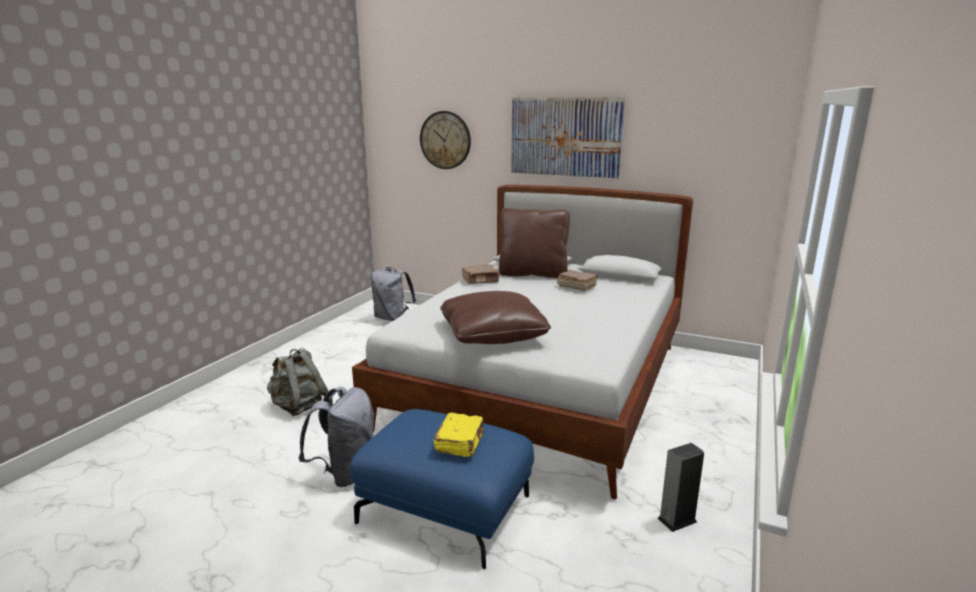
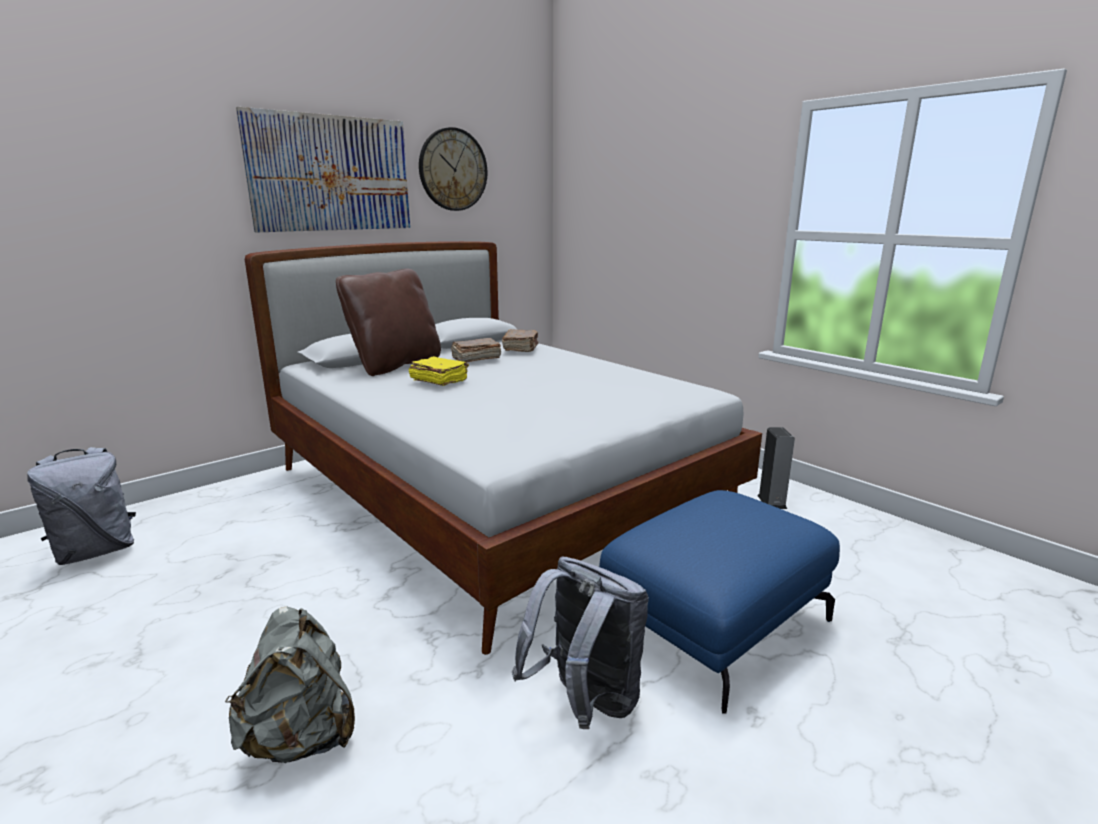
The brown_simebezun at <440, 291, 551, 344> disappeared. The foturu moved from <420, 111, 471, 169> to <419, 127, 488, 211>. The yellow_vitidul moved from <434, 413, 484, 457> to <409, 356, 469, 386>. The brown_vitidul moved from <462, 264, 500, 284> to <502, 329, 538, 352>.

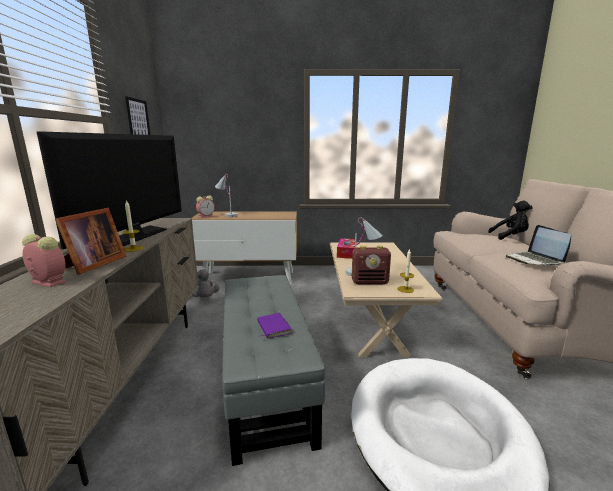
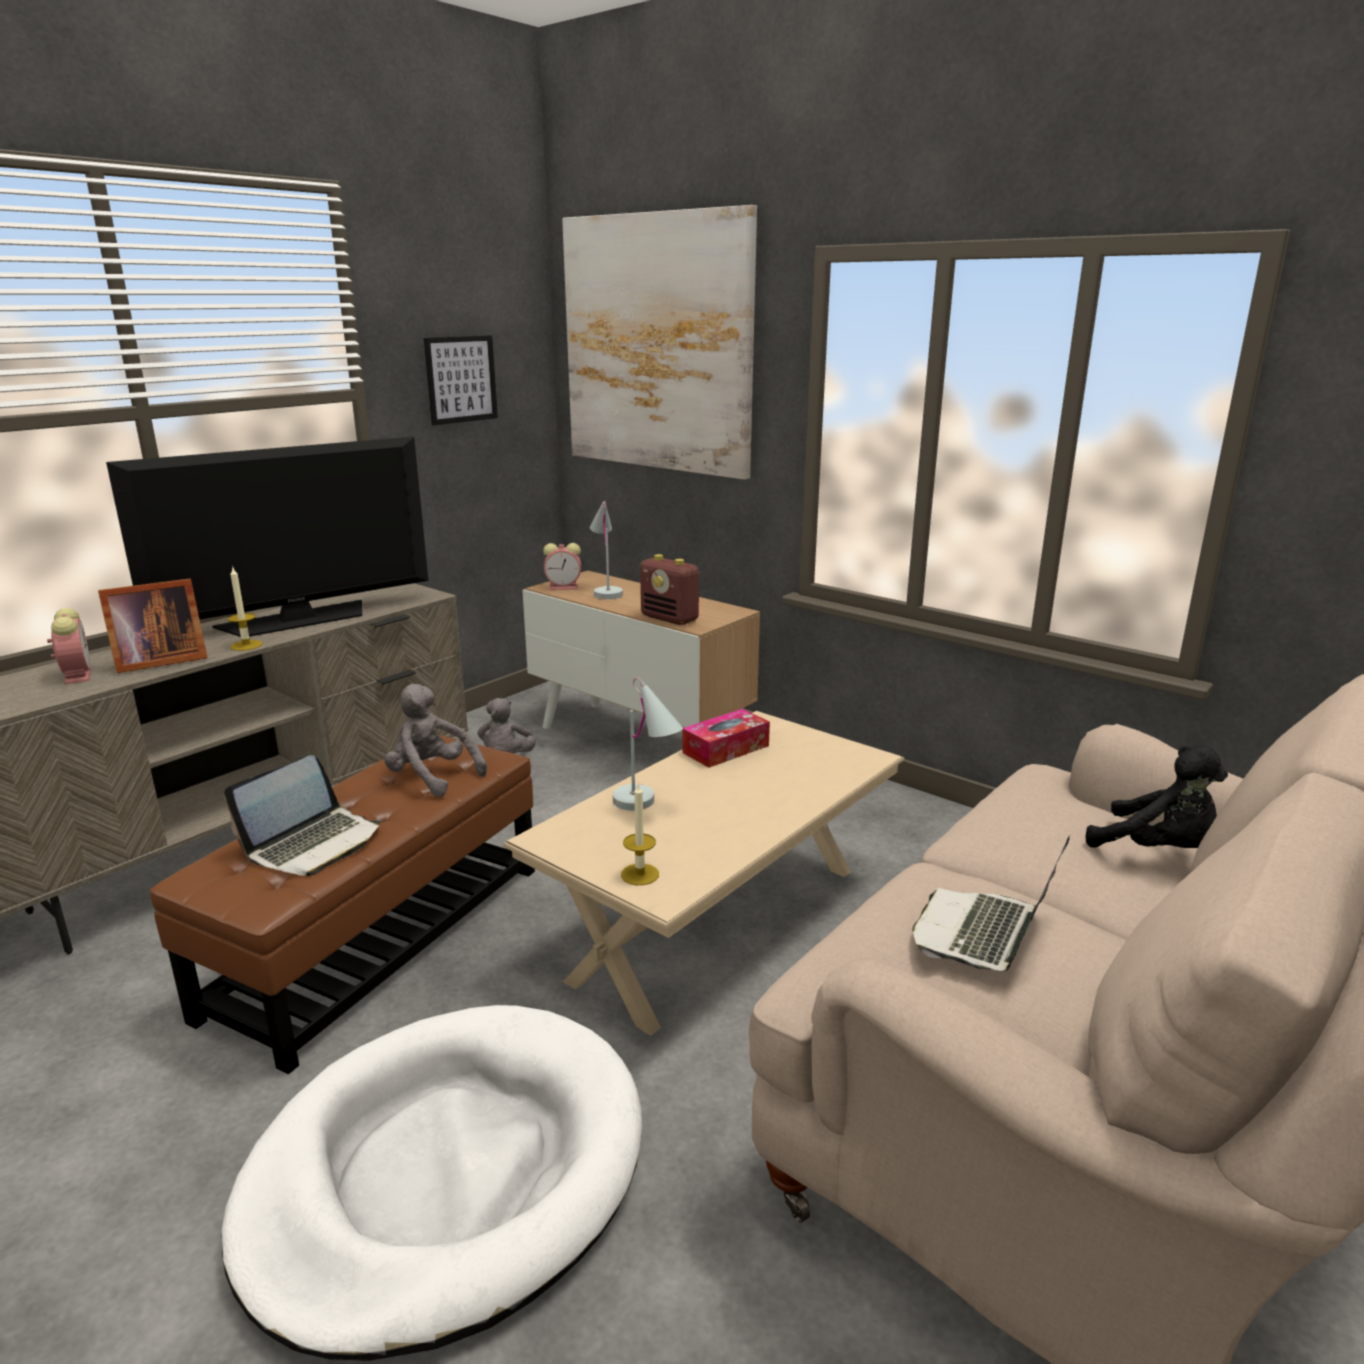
The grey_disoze at <384, 684, 487, 797> appeared. The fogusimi at <562, 205, 757, 480> appeared. The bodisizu moved from <352, 245, 391, 285> to <640, 554, 700, 625>. The purple_vitidul at <257, 313, 292, 339> was replaced by the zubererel at <224, 755, 381, 876>. The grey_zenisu at <222, 275, 325, 466> became the brown_zenisu at <150, 734, 535, 1074>.

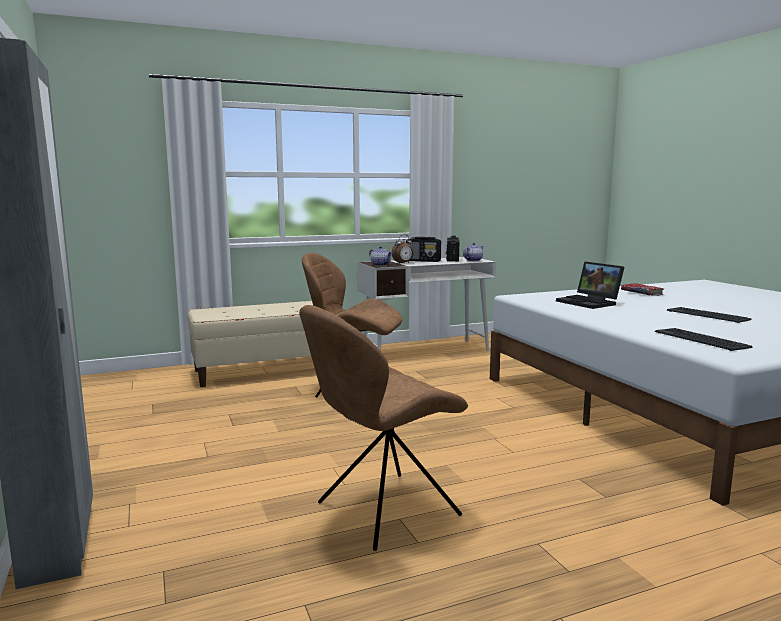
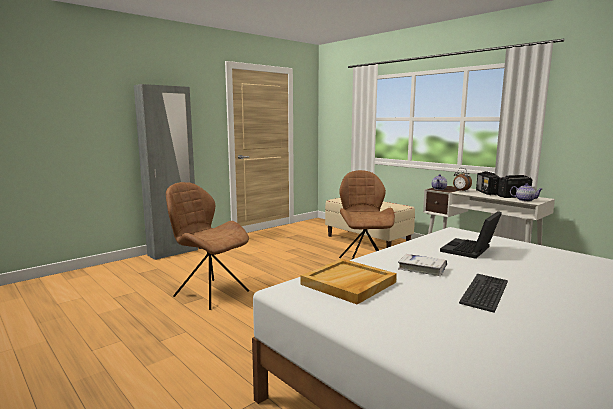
The red_vitidul at <621, 283, 664, 296> disappeared. The white_vitidul at <398, 254, 447, 276> appeared. The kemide at <655, 328, 752, 351> was replaced by the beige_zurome at <300, 259, 397, 305>.

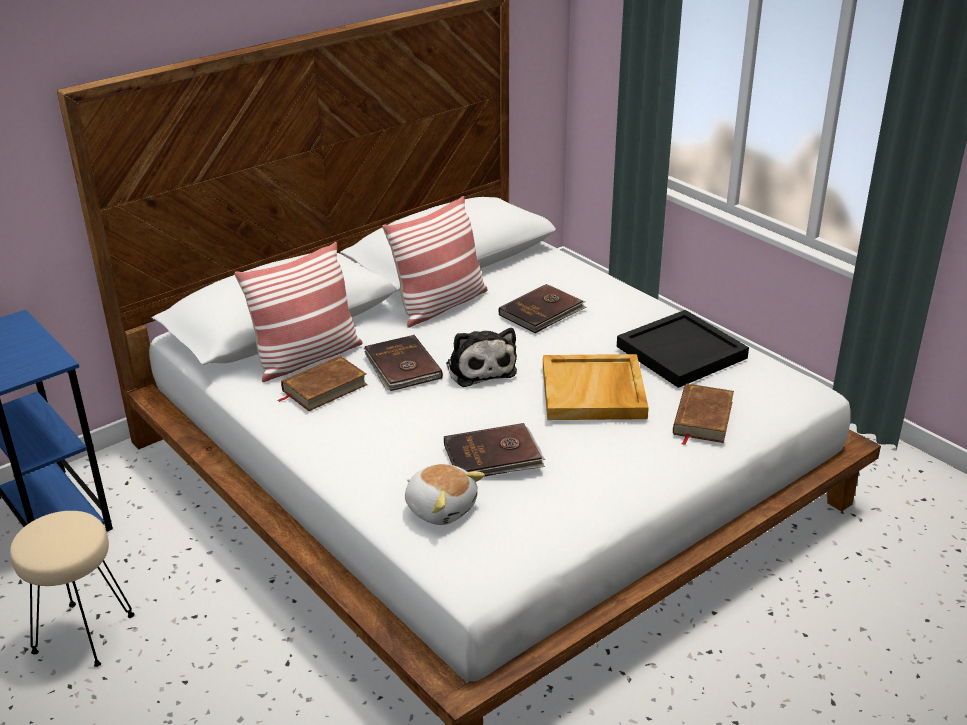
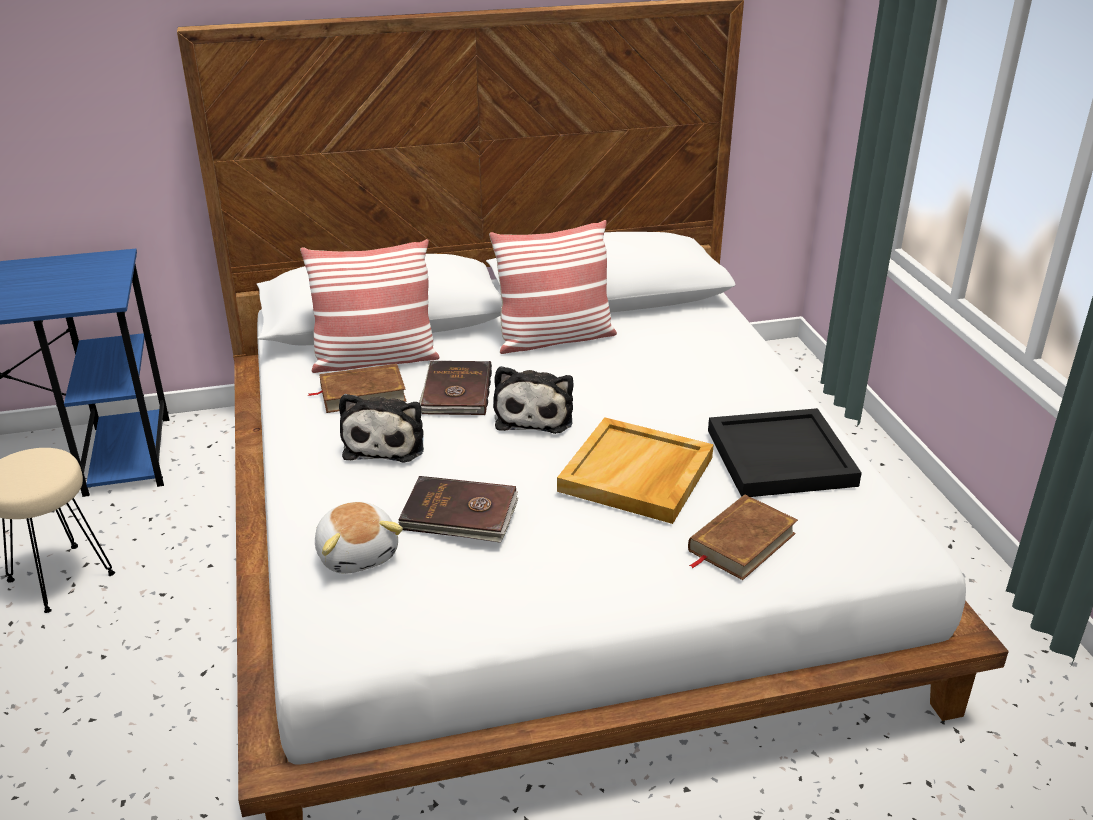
The brown_vitidul at <499, 284, 587, 333> disappeared. The disoze at <339, 394, 424, 463> appeared.

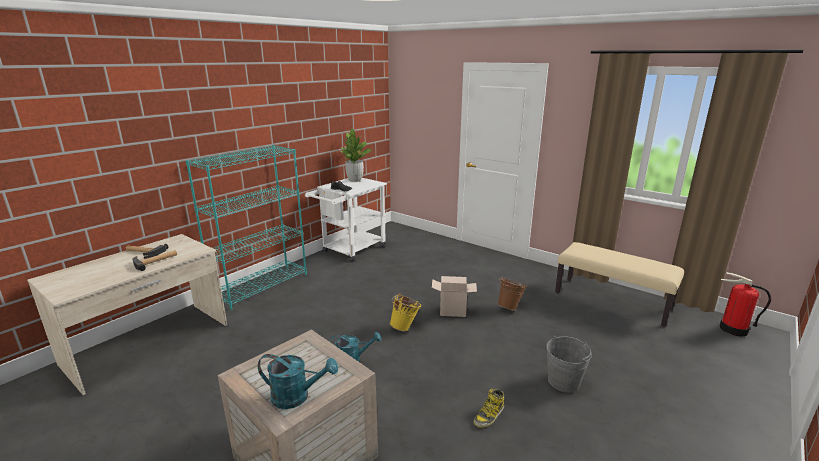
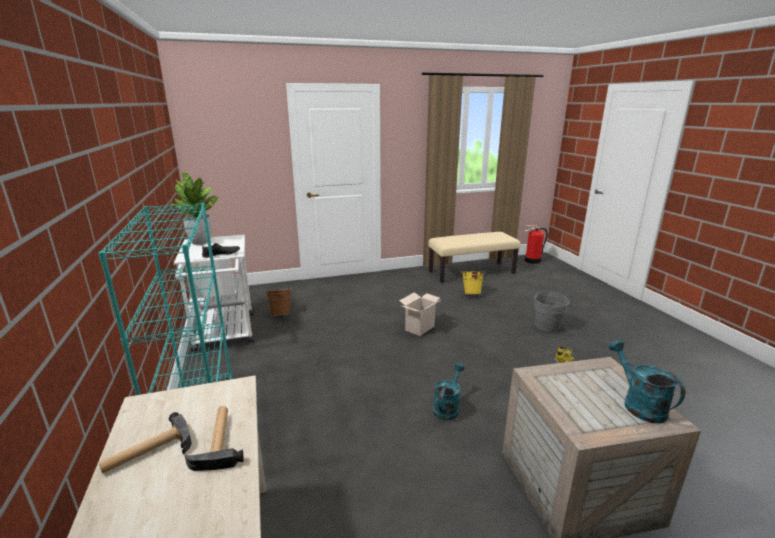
The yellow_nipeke moved from <390, 293, 421, 332> to <461, 270, 485, 294>. The brown_nipeke moved from <498, 277, 527, 310> to <265, 288, 292, 316>. The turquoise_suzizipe at <258, 354, 338, 409> turned 60 degrees counterclockwise.

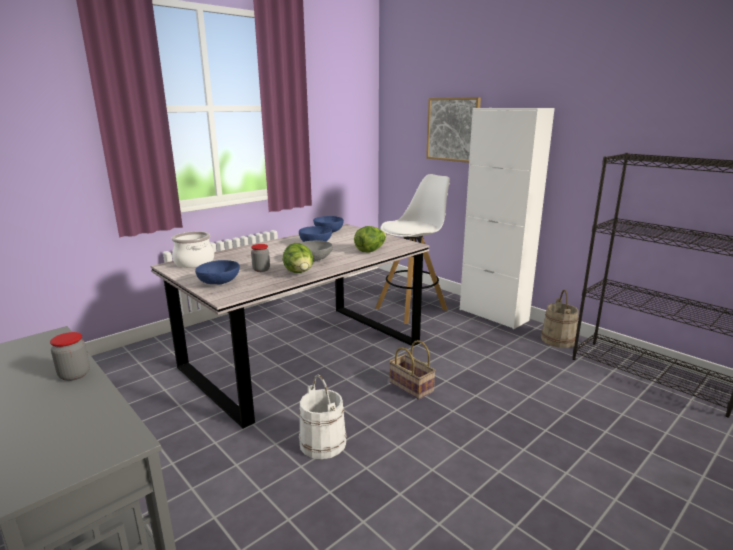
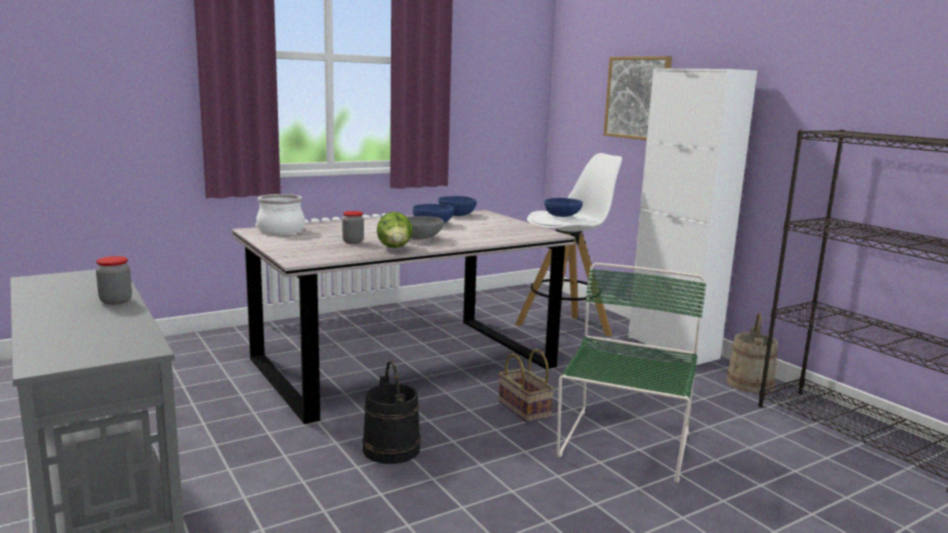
The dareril at <354, 226, 386, 253> disappeared. The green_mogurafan at <557, 263, 706, 483> appeared. The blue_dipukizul moved from <195, 260, 240, 284> to <544, 198, 583, 217>. The white_nipeke at <299, 375, 347, 459> became the black_nipeke at <362, 360, 421, 464>.

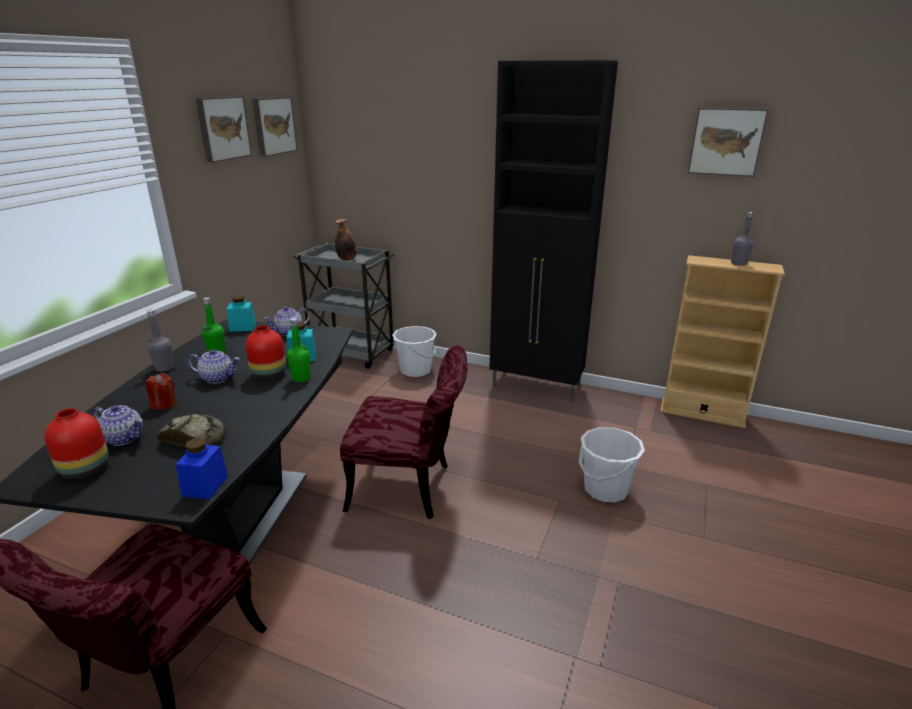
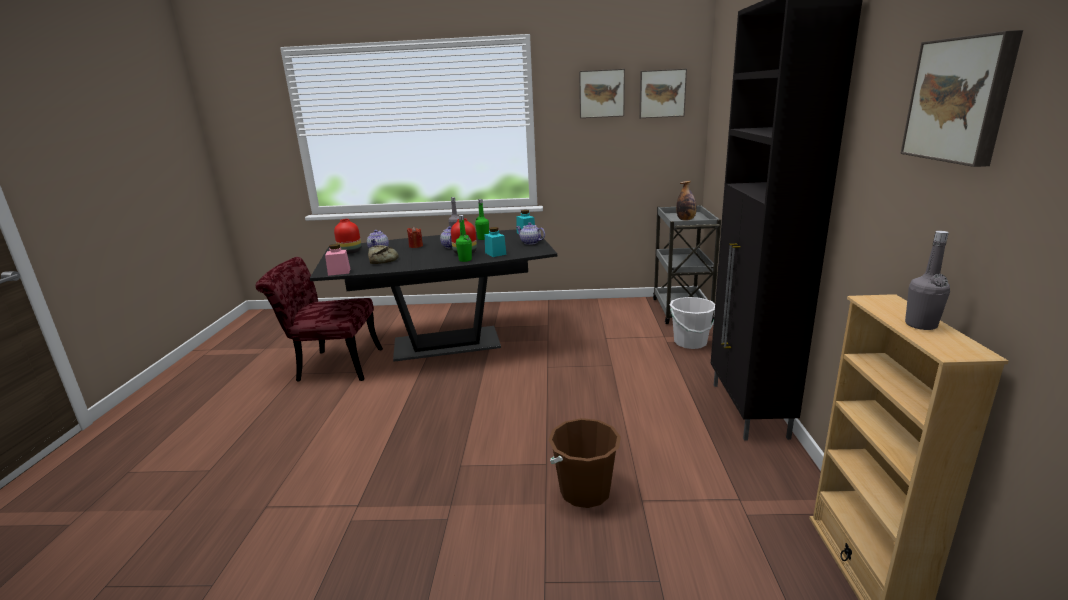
The red_mogurafan at <340, 345, 468, 519> disappeared. The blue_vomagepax at <176, 438, 228, 500> became the pink_vomagepax at <325, 244, 350, 276>. The white_nipeke at <579, 427, 645, 502> became the brown_nipeke at <549, 418, 621, 508>.

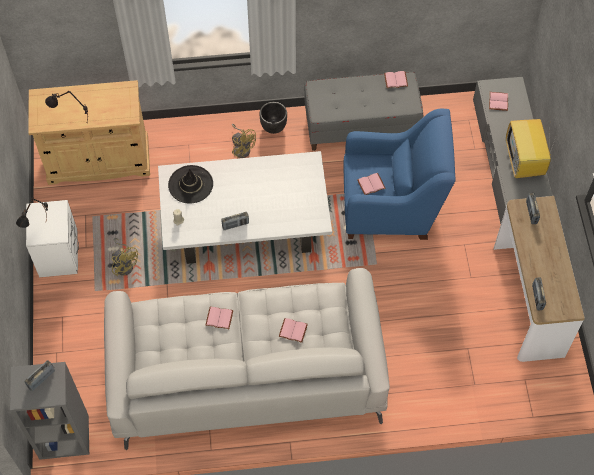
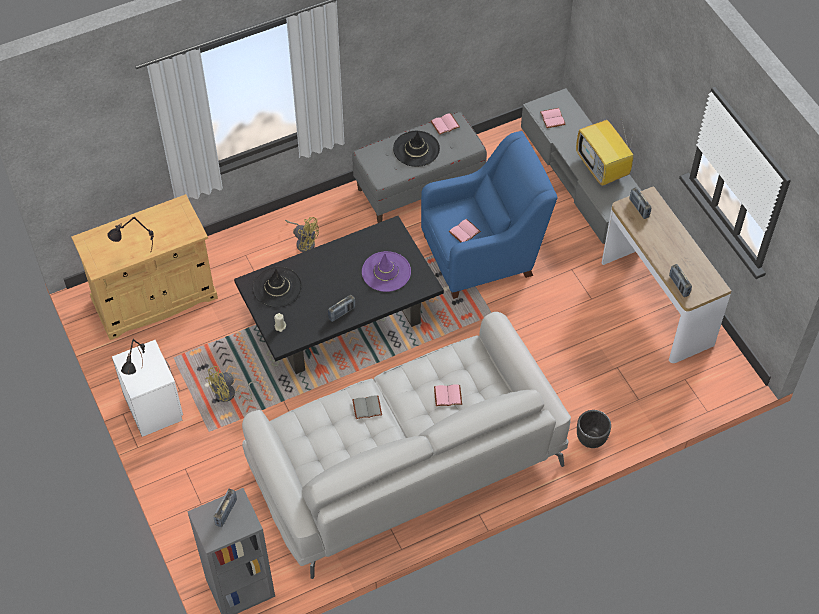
The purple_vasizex at <362, 251, 411, 292> appeared. The black_vasizex at <393, 131, 440, 167> appeared. The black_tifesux moved from <260, 102, 287, 134> to <577, 410, 611, 448>. The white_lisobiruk at <158, 151, 332, 264> became the black_lisobiruk at <234, 216, 444, 374>. The pink_vitidul at <205, 307, 233, 329> became the grey_vitidul at <352, 395, 382, 419>. The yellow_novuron at <112, 238, 138, 277> turned 120 degrees clockwise.

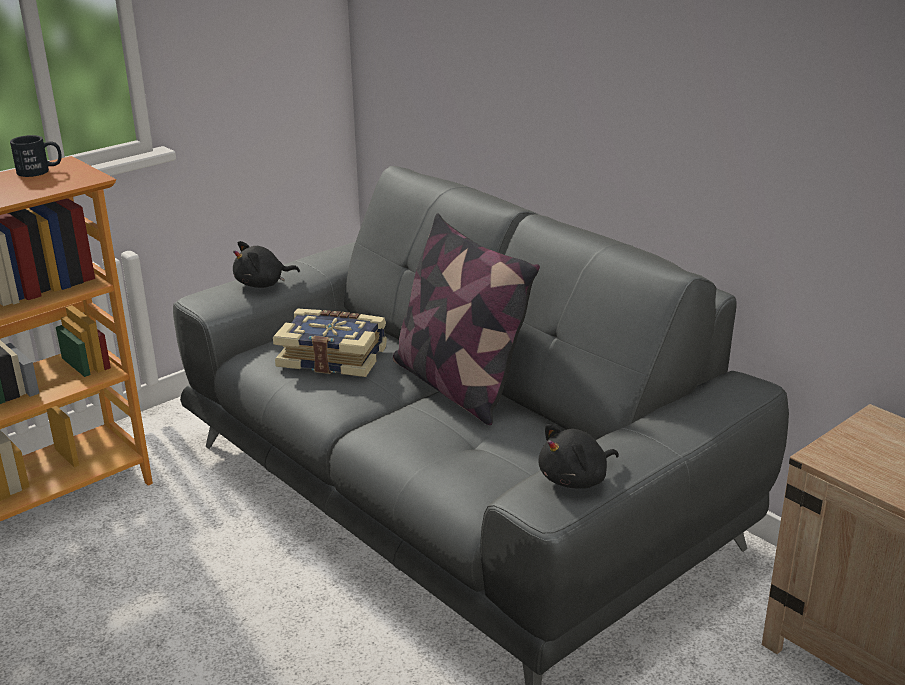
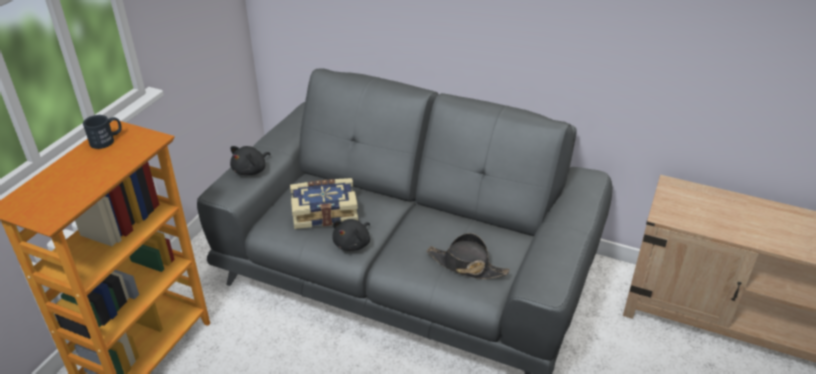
The simebezun at <393, 213, 540, 425> disappeared. The black_vasizex at <426, 233, 510, 279> appeared. The black_disoze moved from <538, 424, 619, 489> to <332, 219, 370, 251>.

